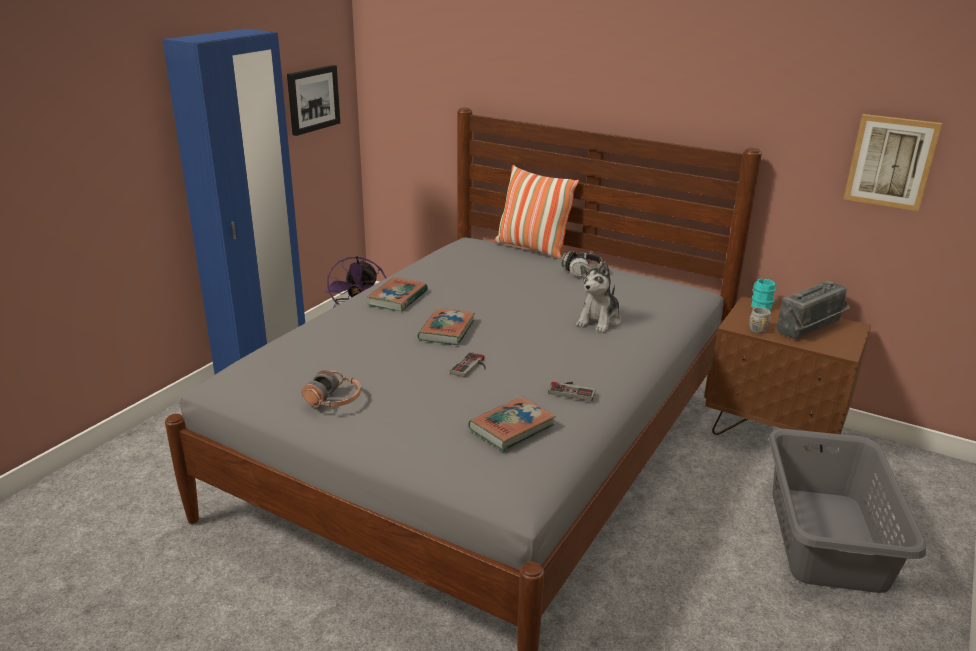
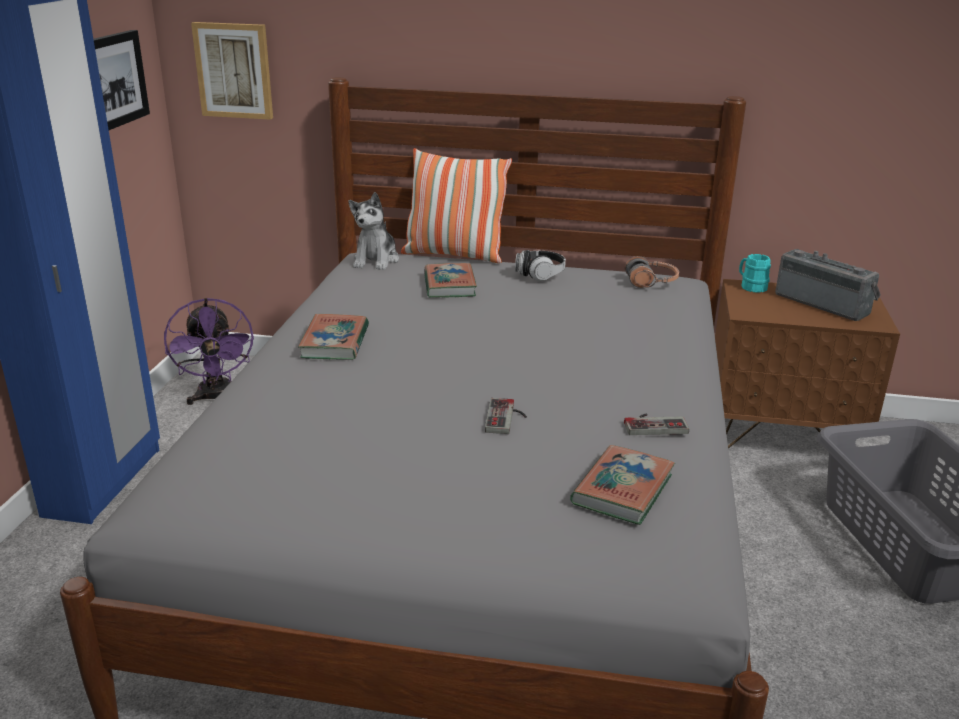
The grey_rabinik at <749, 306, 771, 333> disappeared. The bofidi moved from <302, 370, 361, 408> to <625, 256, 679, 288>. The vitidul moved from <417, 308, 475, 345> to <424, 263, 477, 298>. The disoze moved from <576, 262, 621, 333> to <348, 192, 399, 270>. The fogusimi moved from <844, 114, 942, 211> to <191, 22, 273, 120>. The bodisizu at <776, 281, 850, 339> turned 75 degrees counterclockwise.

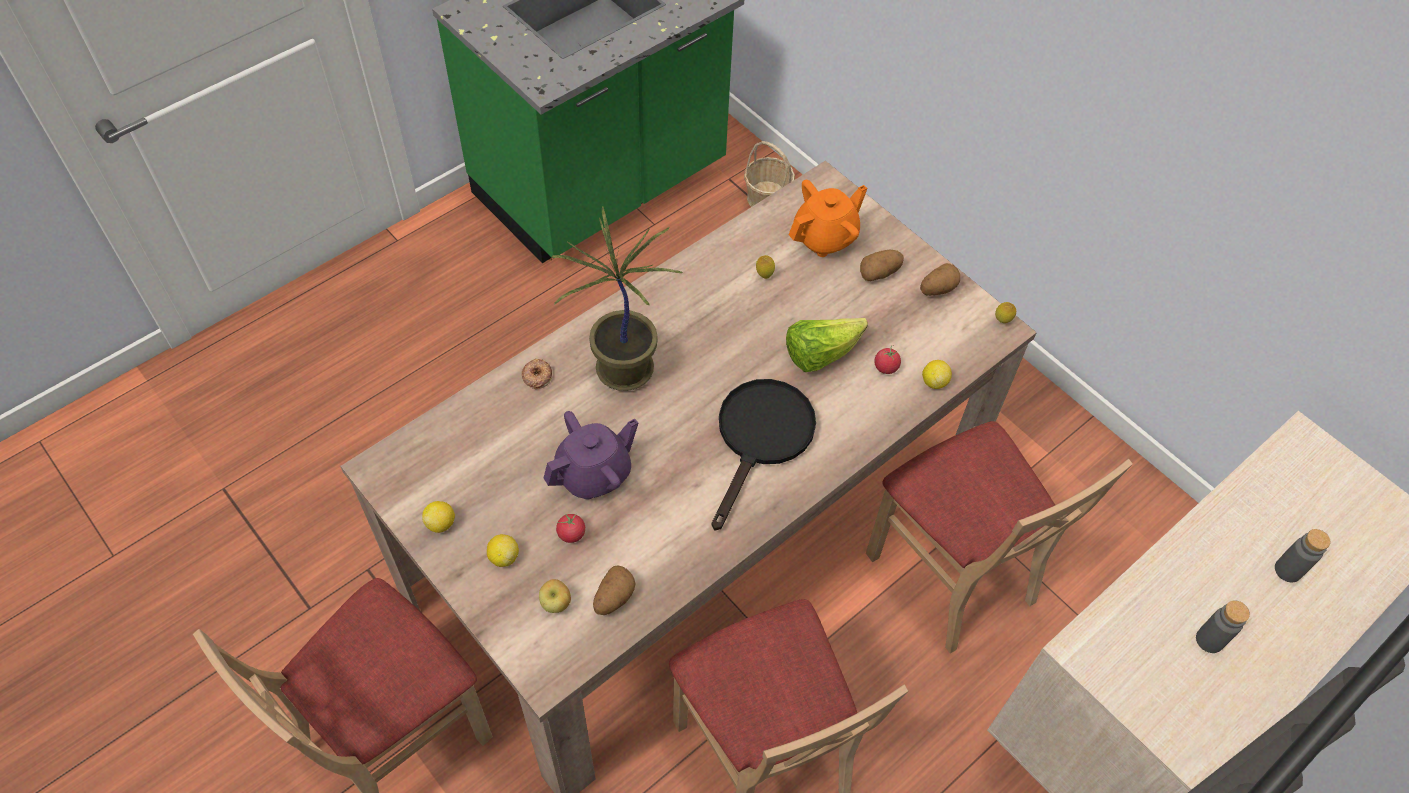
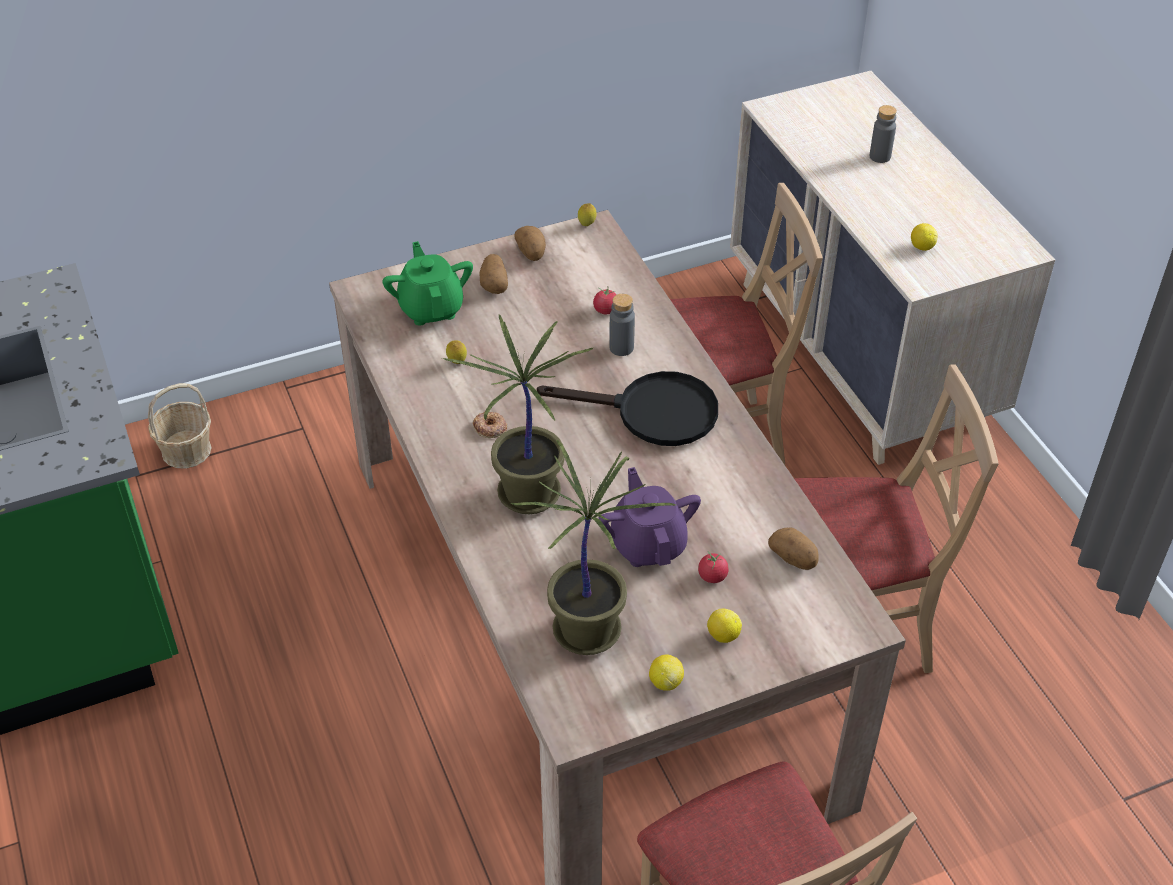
The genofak at <539, 579, 571, 613> disappeared. The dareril at <786, 318, 868, 372> disappeared. The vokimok at <511, 440, 676, 655> appeared. The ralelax moved from <522, 359, 552, 389> to <473, 411, 507, 438>. The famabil moved from <922, 360, 952, 389> to <911, 223, 937, 251>. The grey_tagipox moved from <1196, 600, 1250, 653> to <609, 294, 635, 356>. The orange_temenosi at <789, 180, 867, 257> became the green_temenosi at <382, 241, 473, 326>. The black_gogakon at <712, 379, 816, 531> turned 150 degrees clockwise.

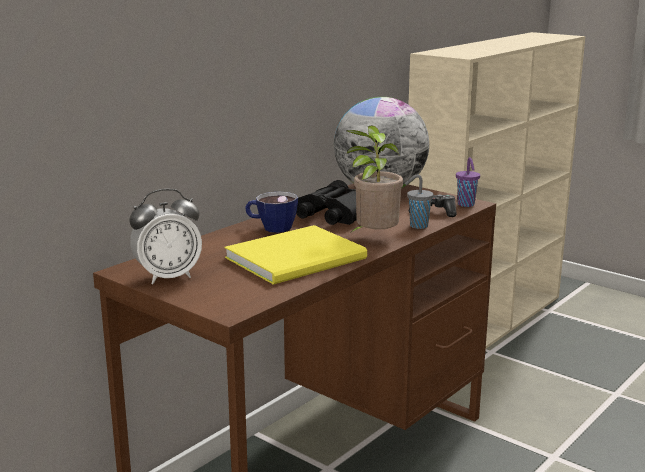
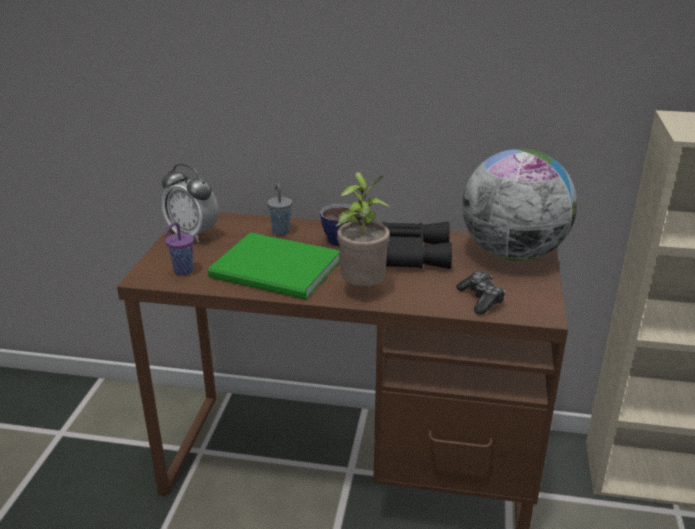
The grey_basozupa moved from <405, 175, 434, 229> to <267, 183, 292, 235>. The purple_basozupa moved from <456, 157, 480, 207> to <163, 222, 194, 276>. The yellow_vitidul at <225, 225, 367, 285> became the green_vitidul at <208, 233, 340, 300>.

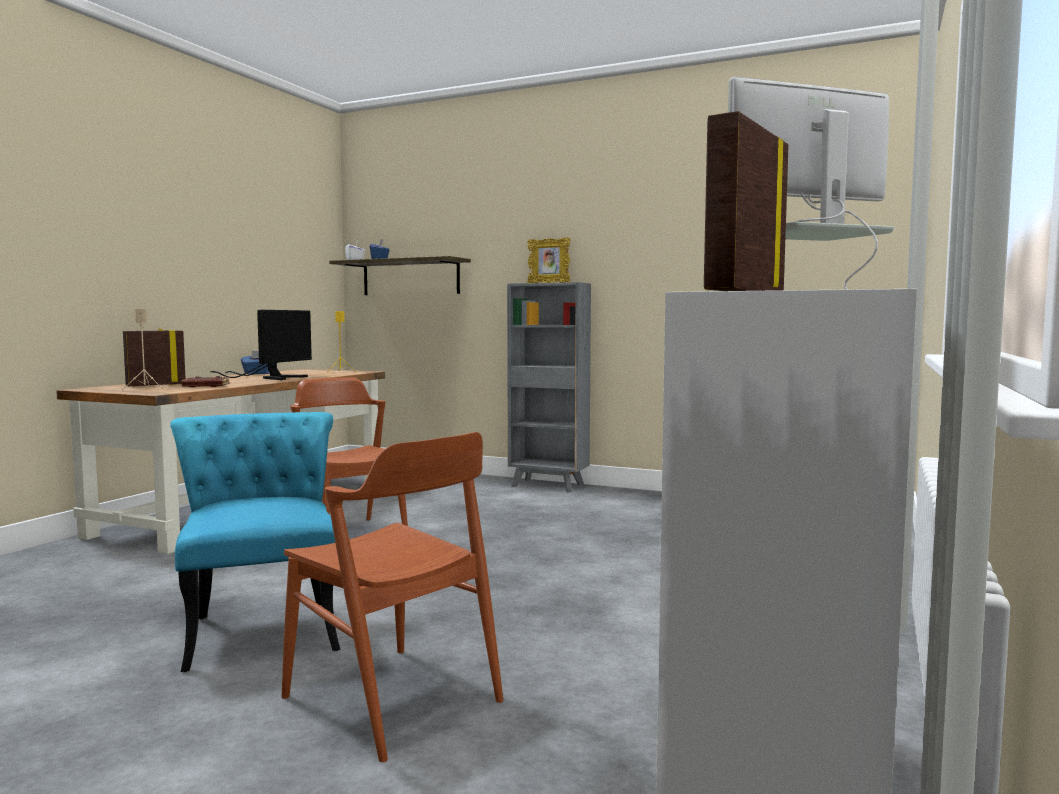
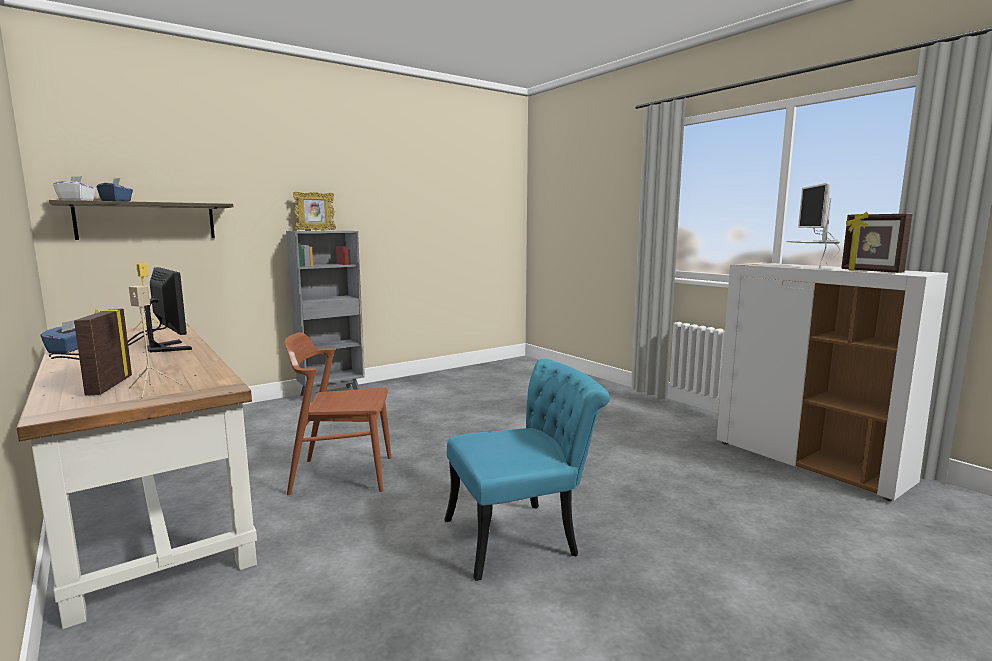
The brown_vitidul at <182, 376, 230, 387> disappeared. The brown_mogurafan at <282, 432, 503, 762> disappeared. The turquoise_mogurafan at <170, 412, 340, 672> turned 150 degrees clockwise.

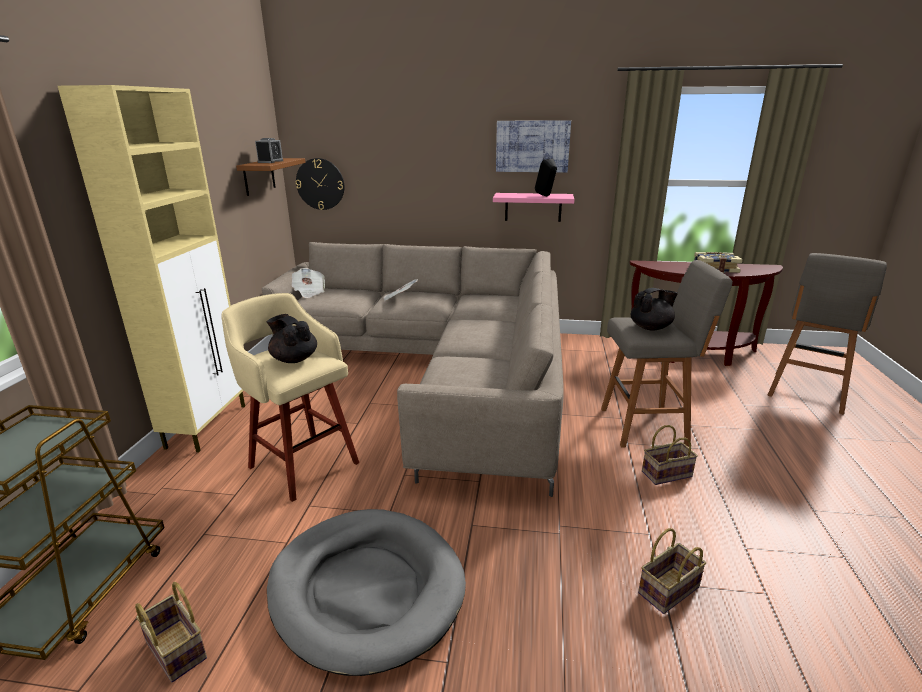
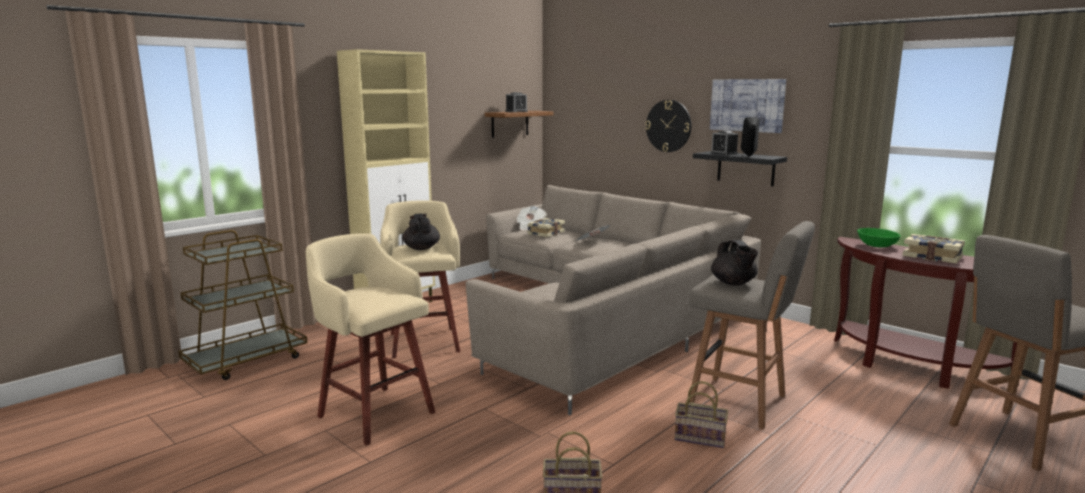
The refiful at <135, 582, 207, 682> disappeared. The vitidul at <527, 218, 565, 237> appeared. The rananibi at <710, 131, 738, 155> appeared. The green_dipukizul at <857, 228, 901, 247> appeared. The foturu moved from <296, 158, 344, 210> to <645, 100, 691, 152>. The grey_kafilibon at <267, 509, 466, 676> was replaced by the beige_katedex at <305, 233, 435, 446>. The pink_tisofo at <493, 193, 575, 222> became the black_tisofo at <693, 151, 787, 186>. The black_temenosi at <631, 288, 678, 330> turned 60 degrees clockwise.

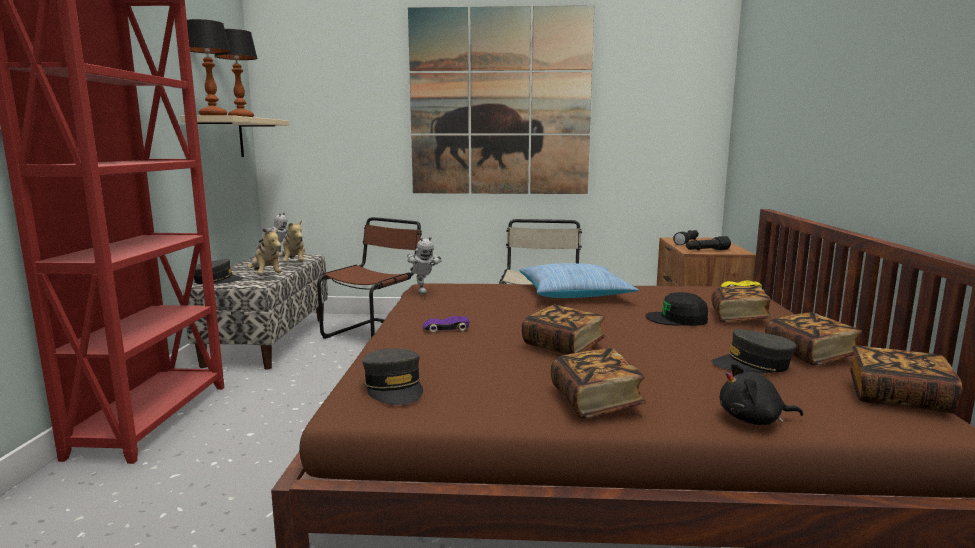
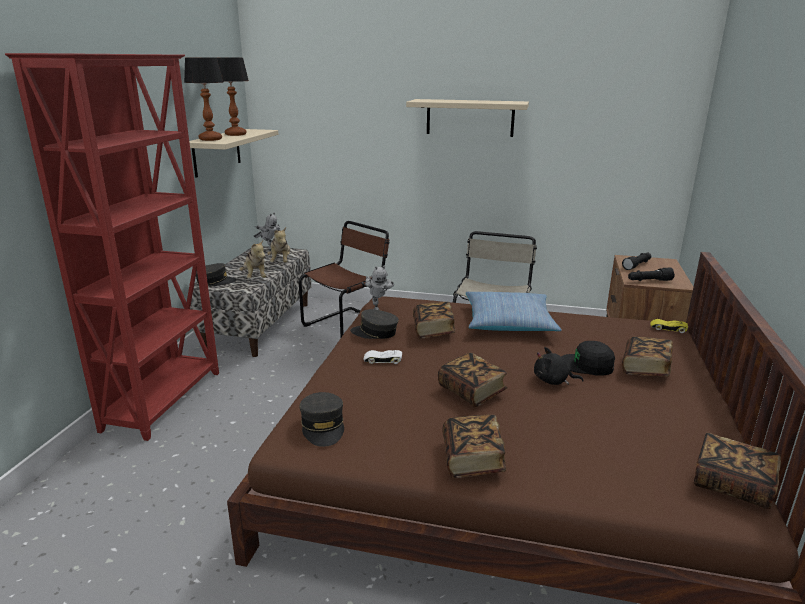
The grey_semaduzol moved from <711, 329, 797, 374> to <350, 309, 399, 339>. The black_disoze moved from <720, 363, 803, 425> to <534, 347, 584, 385>. The vitidul moved from <765, 312, 862, 365> to <413, 302, 455, 339>. The fogusimi at <408, 5, 594, 194> was replaced by the beige_tisofo at <406, 99, 529, 137>. The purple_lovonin at <423, 316, 469, 332> became the white_lovonin at <364, 350, 402, 364>.

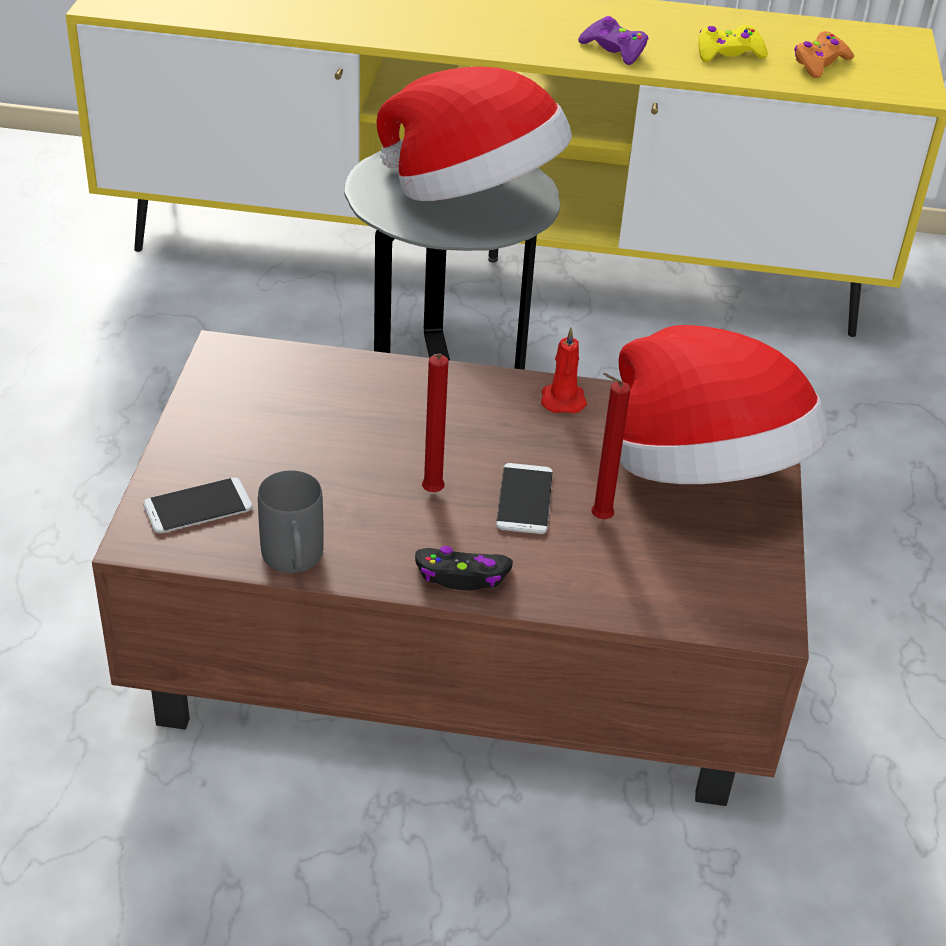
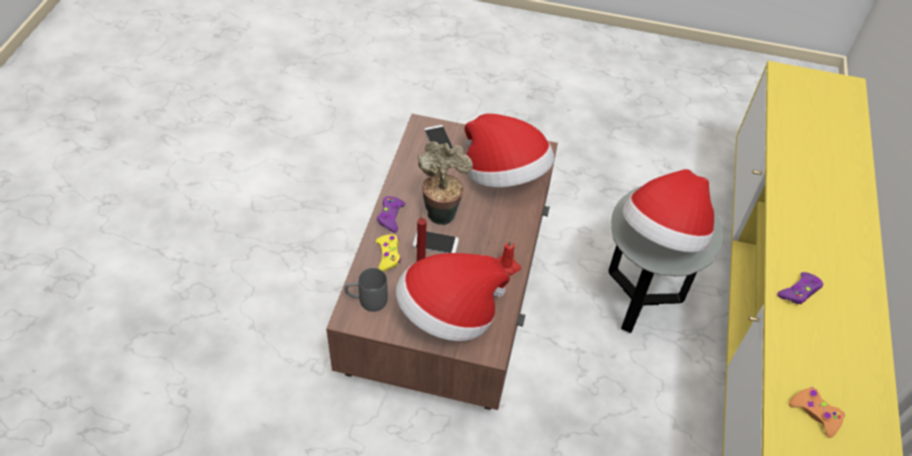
The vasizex at <465, 113, 554, 187> appeared. The grey_rabinik moved from <258, 470, 324, 573> to <344, 268, 388, 312>. The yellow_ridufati moved from <698, 25, 768, 62> to <376, 234, 401, 272>. The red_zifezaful at <422, 353, 449, 492> was replaced by the vokimok at <418, 141, 473, 225>. The black_ridufati at <415, 546, 513, 590> became the purple_ridufati at <377, 196, 405, 232>.

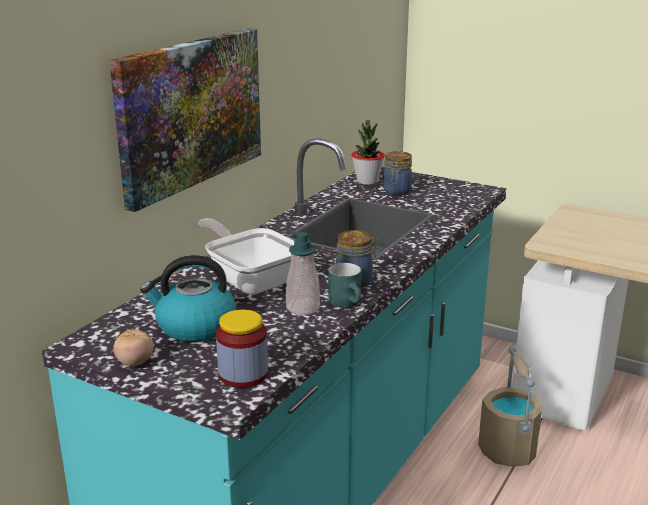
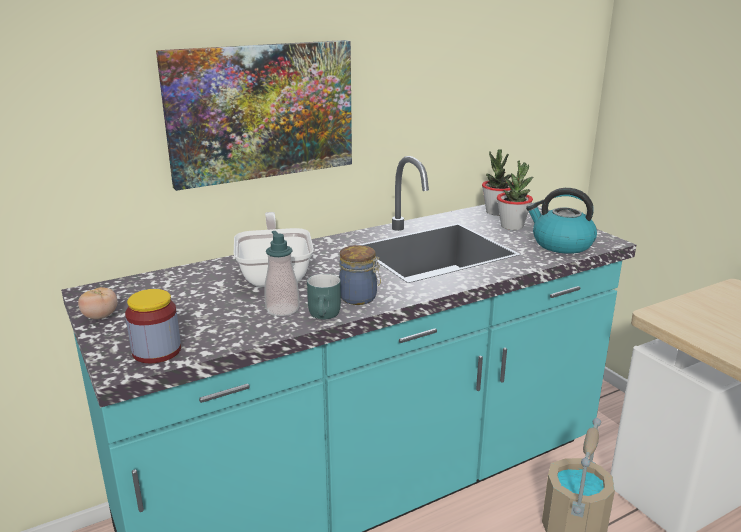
The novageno moved from <140, 255, 236, 342> to <526, 188, 597, 254>. The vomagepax at <383, 151, 412, 195> was replaced by the vokimok at <497, 161, 534, 230>.

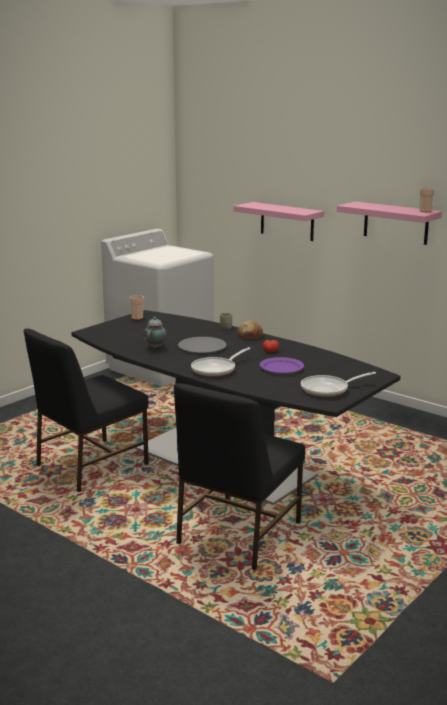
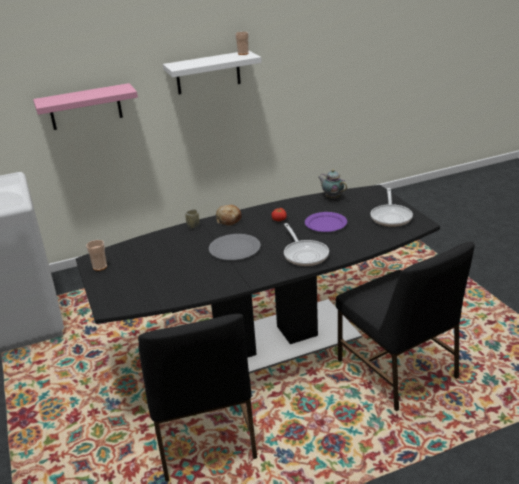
The temenosi moved from <143, 317, 167, 349> to <318, 170, 347, 199>. The pink_tisofo at <337, 201, 442, 245> became the white_tisofo at <163, 50, 262, 94>.

